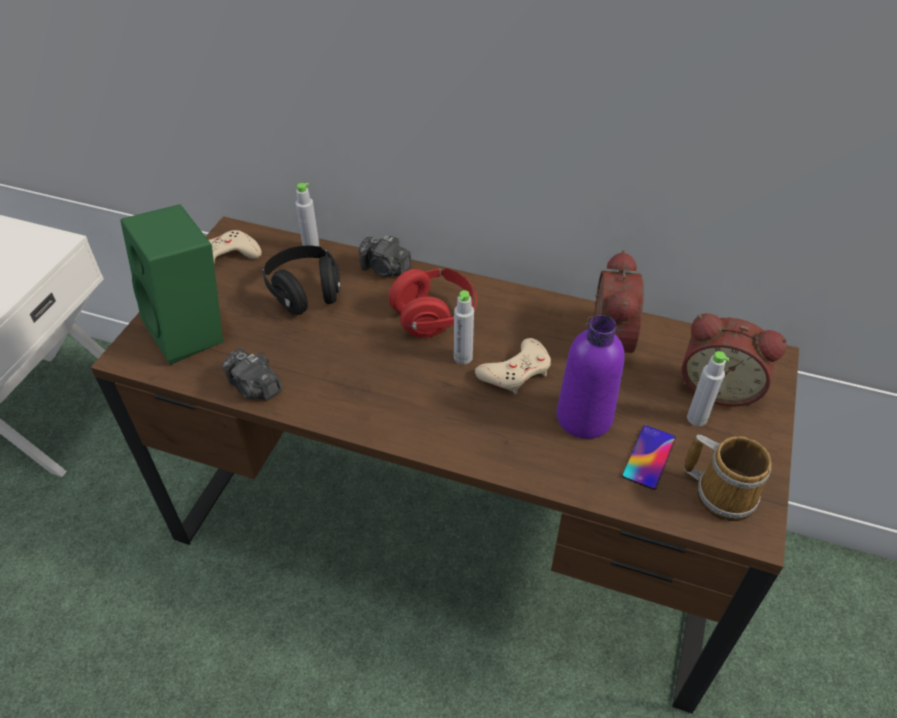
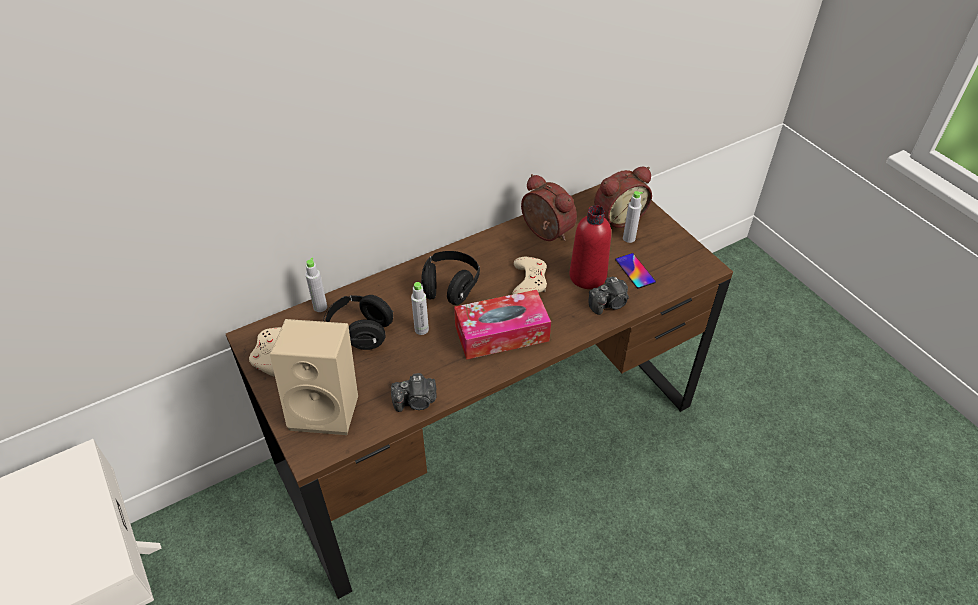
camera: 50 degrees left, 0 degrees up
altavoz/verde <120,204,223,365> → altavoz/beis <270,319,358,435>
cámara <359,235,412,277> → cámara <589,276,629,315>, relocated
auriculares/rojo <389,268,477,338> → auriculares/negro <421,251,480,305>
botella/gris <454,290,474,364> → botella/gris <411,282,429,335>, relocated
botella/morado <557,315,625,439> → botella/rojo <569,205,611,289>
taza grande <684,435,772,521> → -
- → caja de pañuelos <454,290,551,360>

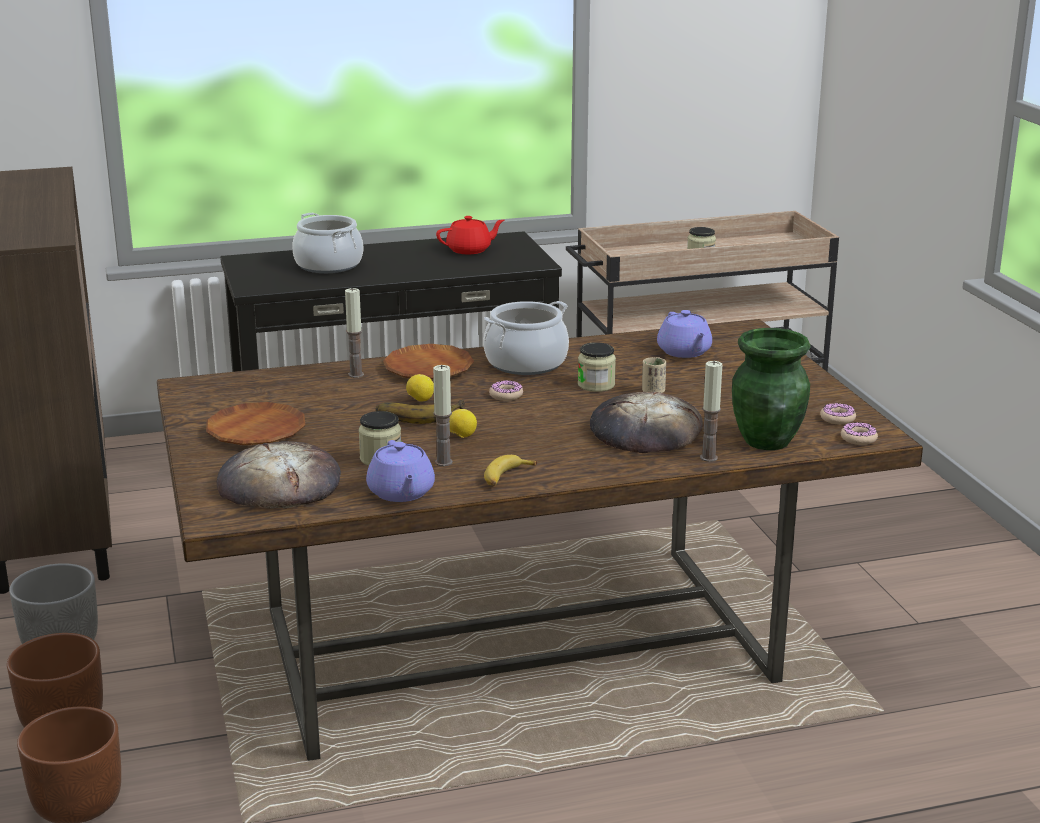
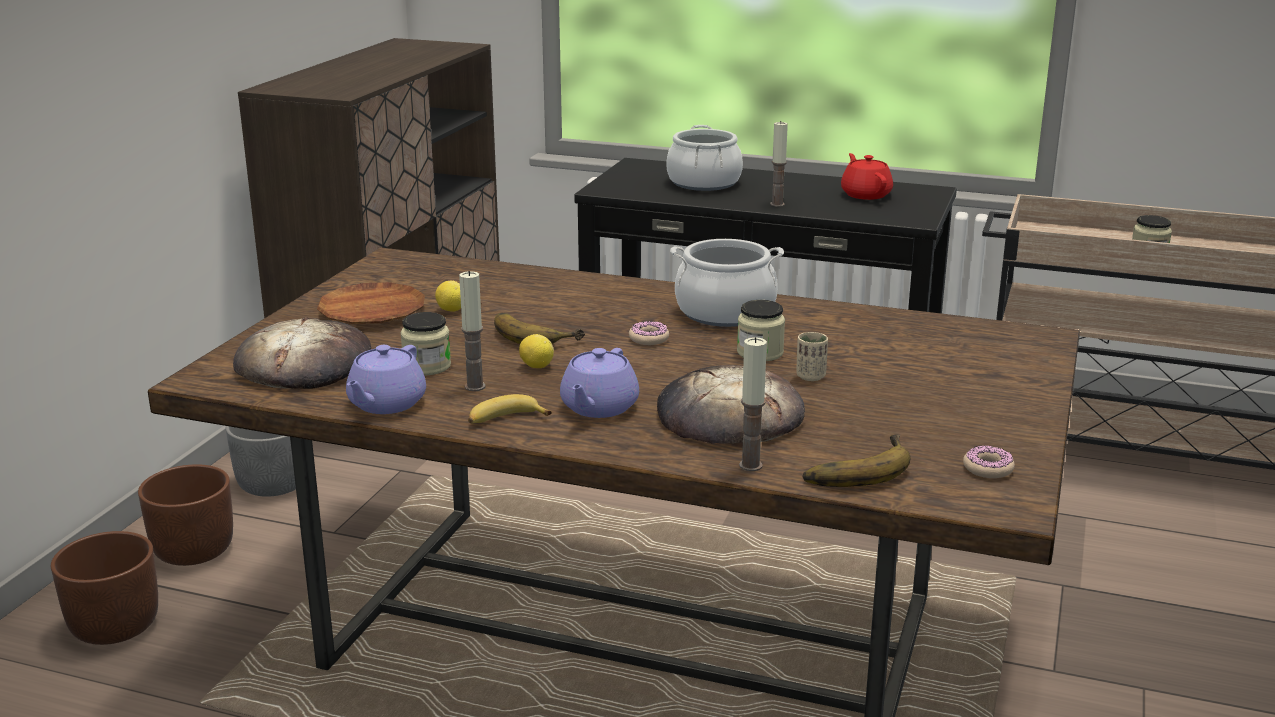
camera: 35 degrees right, 0 degrees up
vela <345,288,364,378> → vela <770,121,788,207>, relocated
plato/marrón <383,344,474,380> → -
limón <406,374,434,402> → limón <435,281,461,312>, relocated
tetera/rojo <436,216,504,254> → tetera/rojo <841,153,893,200>, 120 degrees counterclockwise
tetera/morado <657,310,712,358> → tetera/morado <560,348,639,418>, relocated
florero/verde <732,328,811,450> → plátano <802,434,911,487>
rosquilla <841,422,878,445> → -

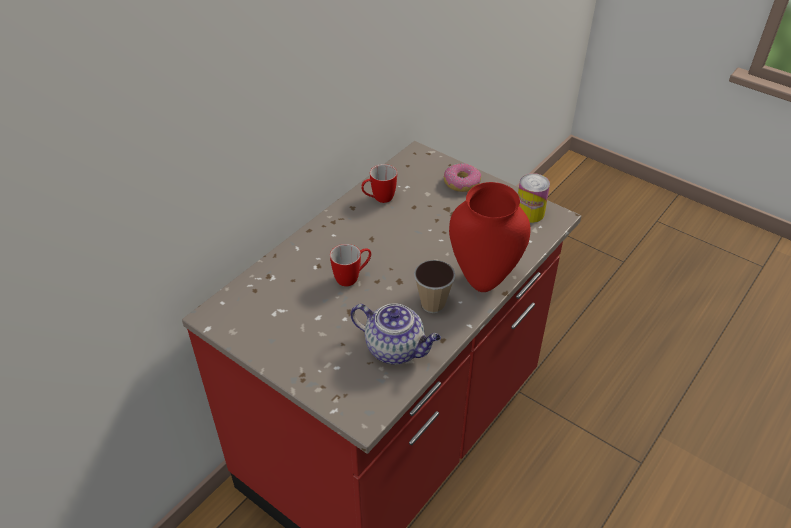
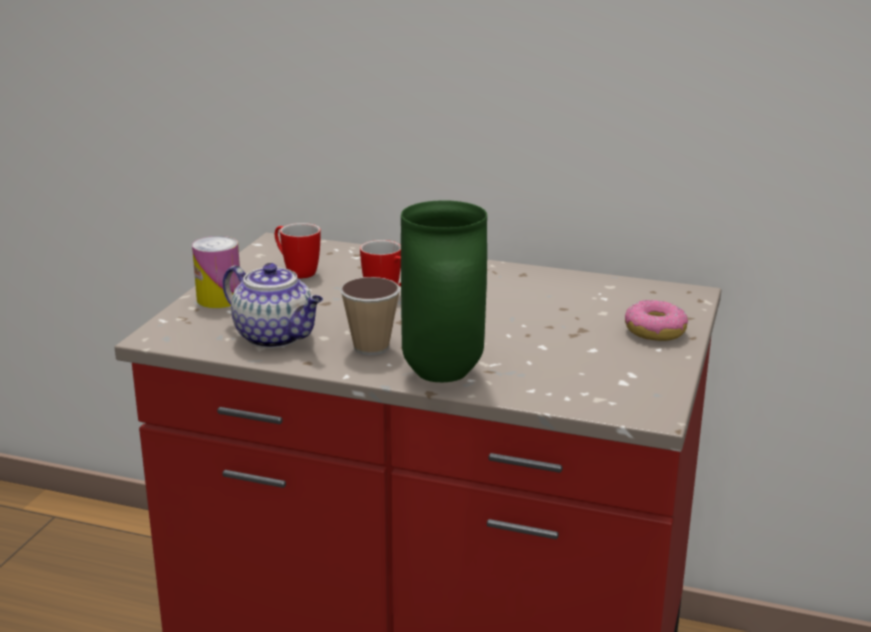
camera: 70 degrees right, 20 degrees down
tetera <351,303,441,364> → tetera <223,263,323,348>, 60 degrees counterclockwise
taza grande <361,164,397,203> → taza grande <275,223,321,278>, relocated
florero/rojo <449,182,531,292> → florero/verde <401,201,487,382>
lata <518,173,550,223> → lata <192,236,240,308>, relocated

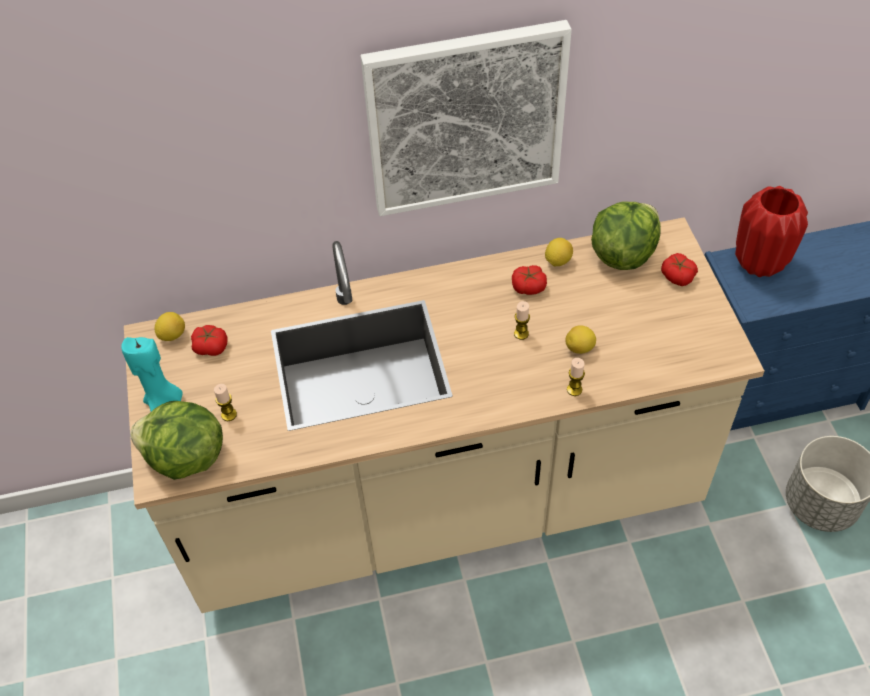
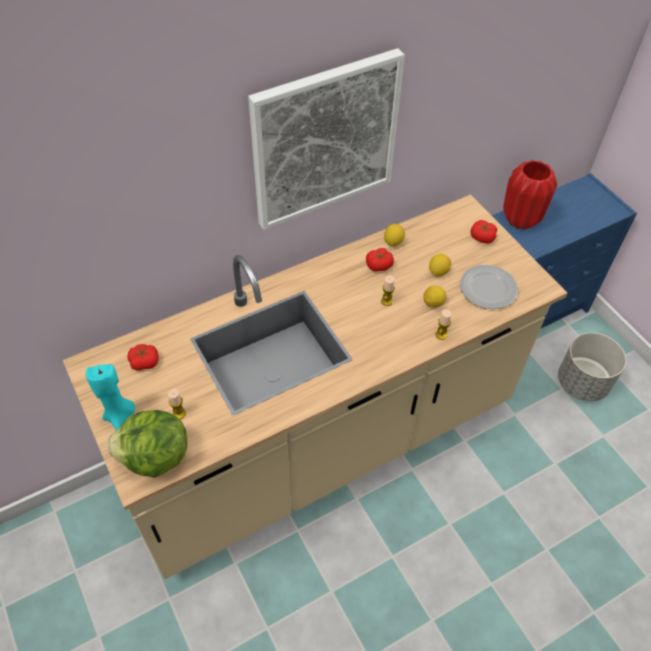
camera: 20 degrees left, 0 degrees up
limón <154,312,185,341> → limón <429,254,451,276>, relocated
lechuga <591,202,661,270> → -
- → plato <460,265,518,309>

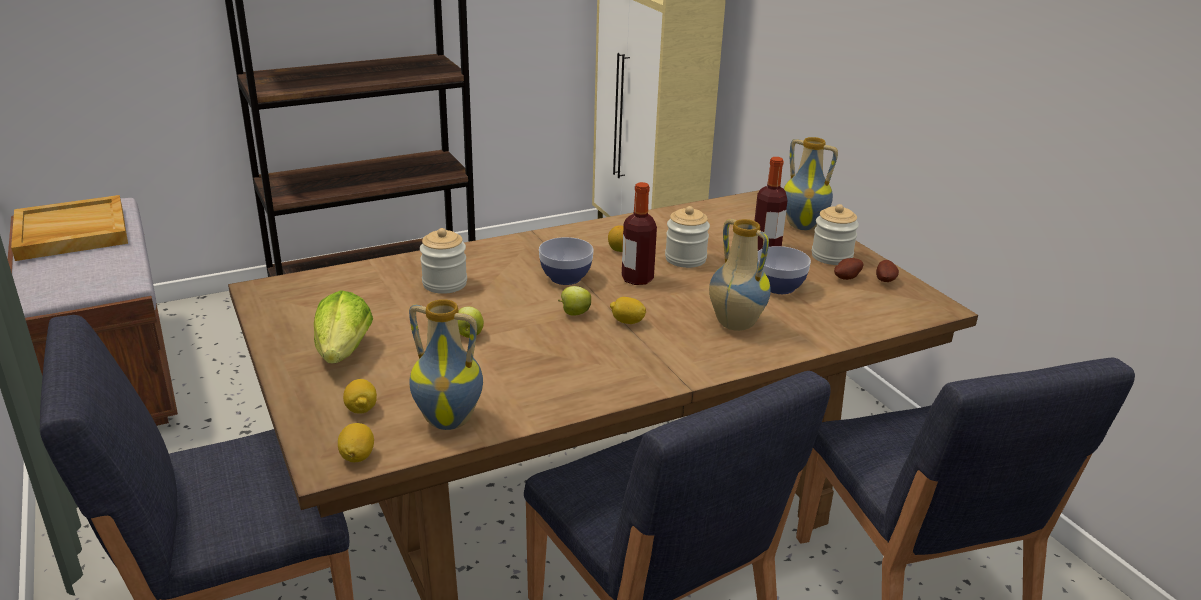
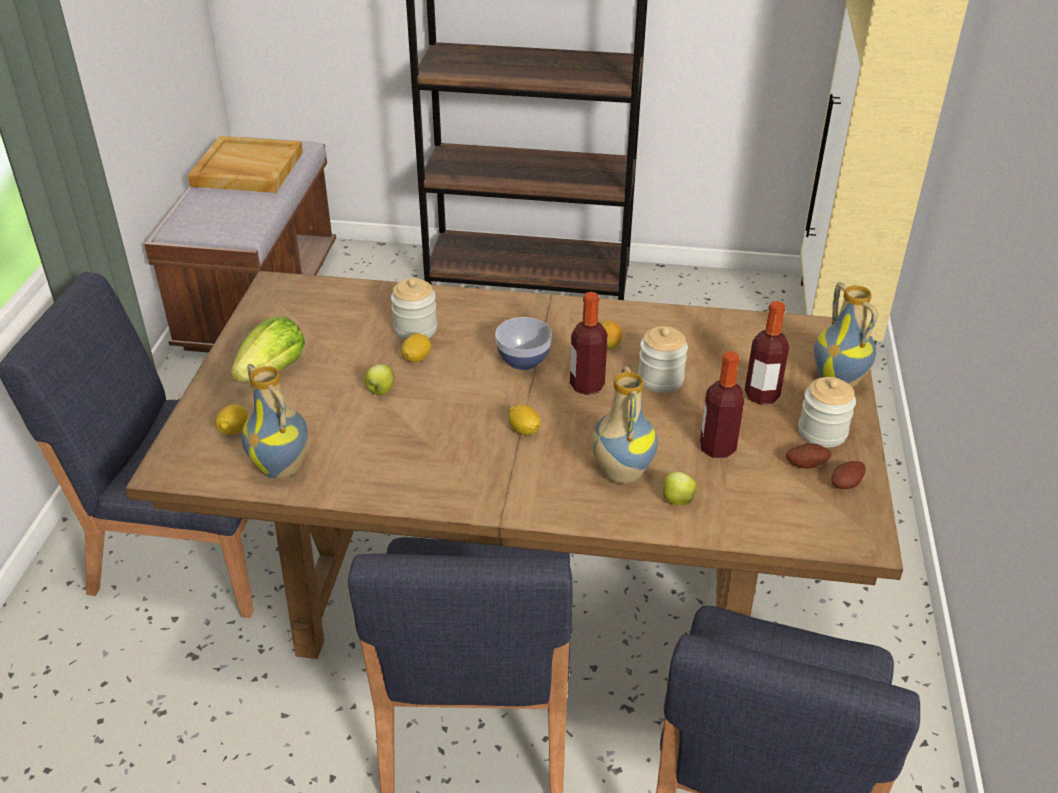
camera: 35 degrees right, 10 degrees up
limón <338,423,374,462> → limón <401,333,431,362>, relocated
manzana <558,286,591,316> → manzana <661,471,698,505>, relocated
cuenco <758,246,811,294> → botella <700,351,744,458>

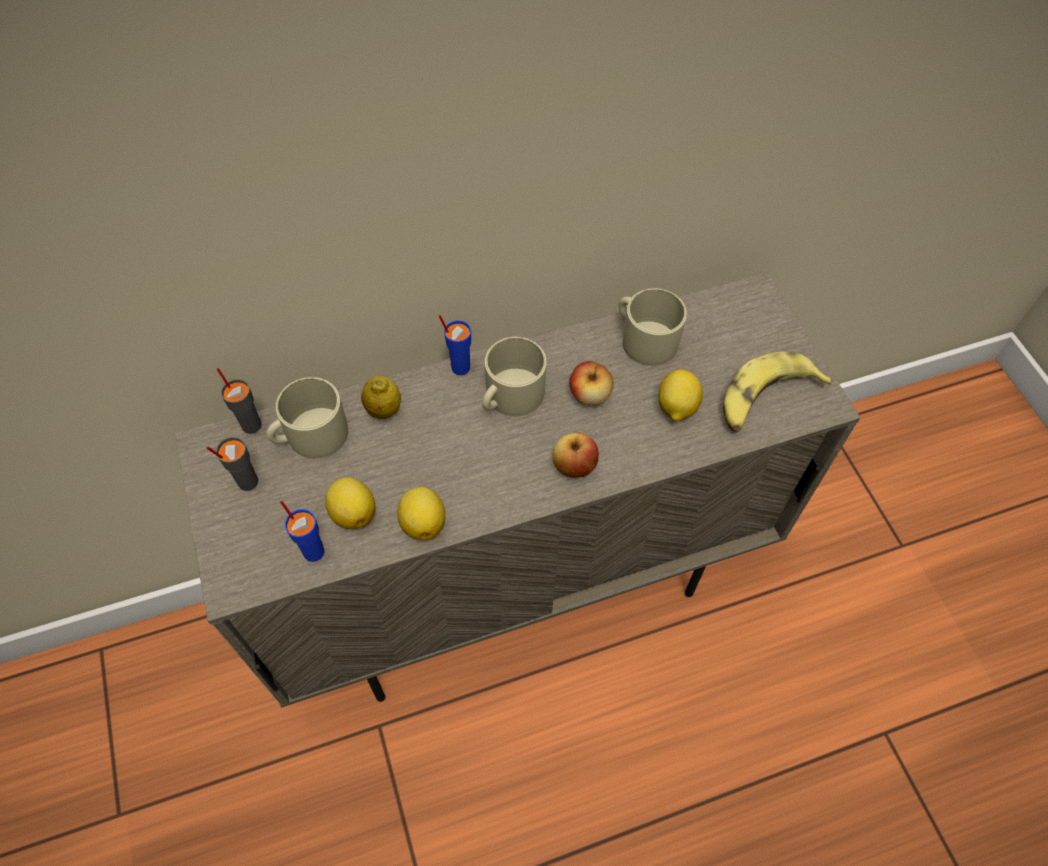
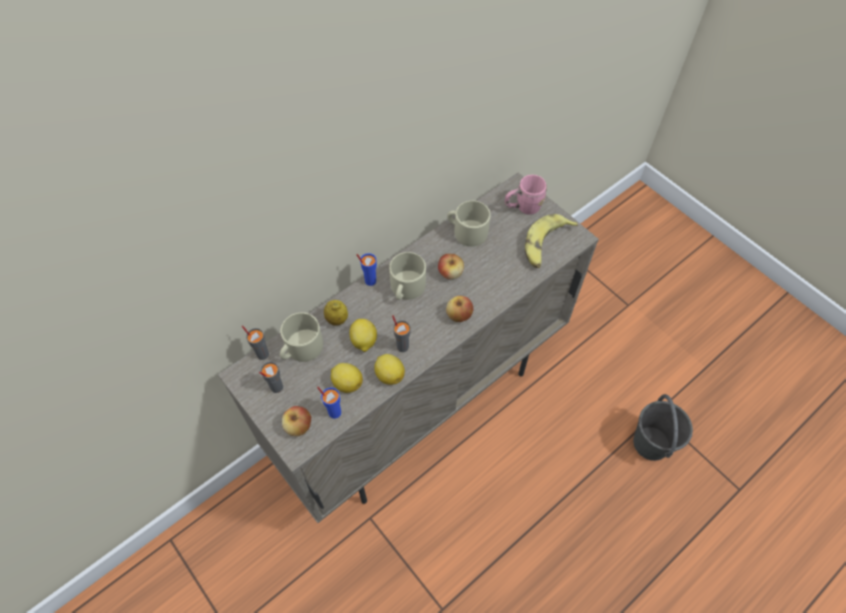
camera: 20 degrees left, 0 degrees up
limón <659,369,703,422> → limón <349,319,377,352>, relocated
- → manzana <282,406,311,436>
- → taza/gris <392,315,411,352>
- → taza grande/rosa <505,175,547,215>
- → cubo/gris <633,394,693,461>

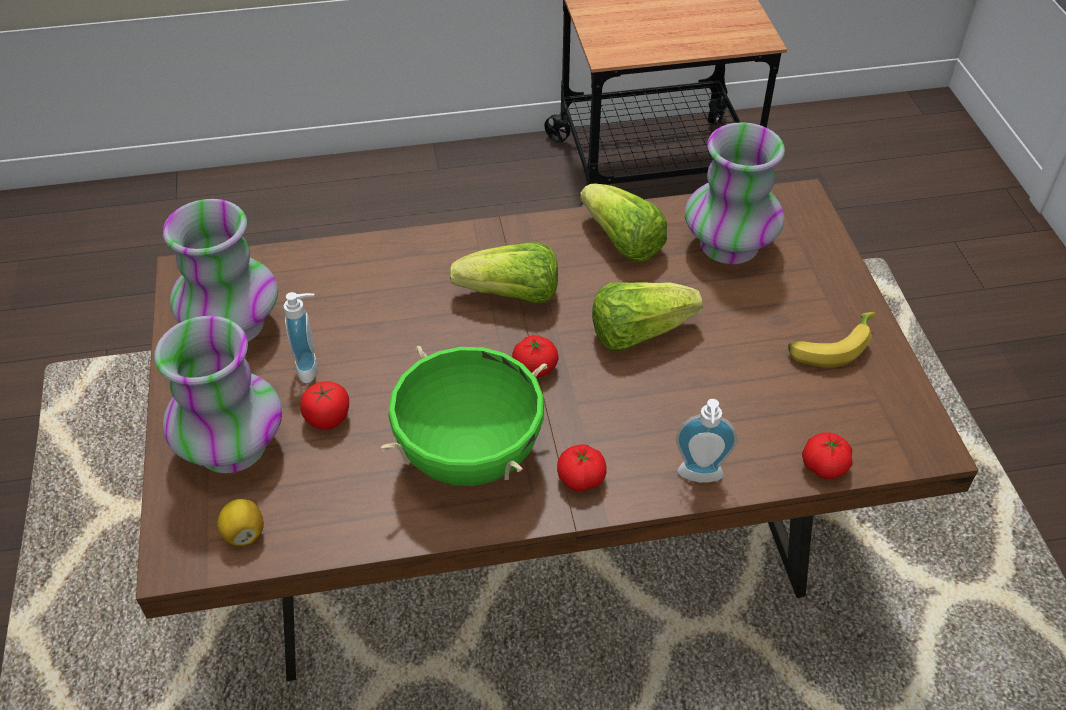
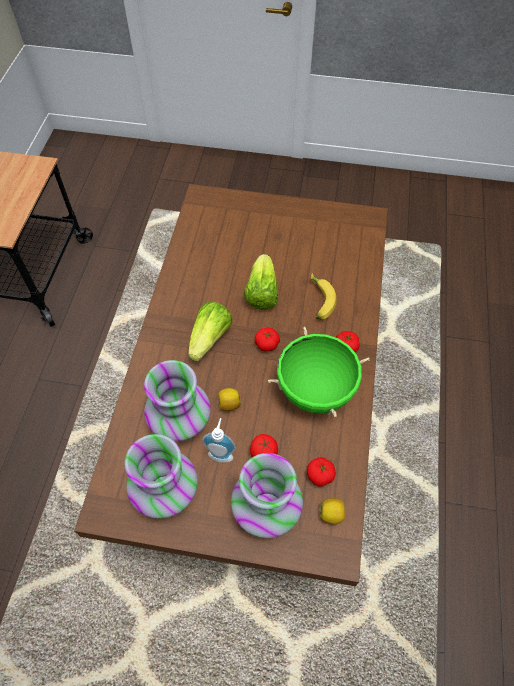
camera: 70 degrees left, 10 degrees up
lechuga <580,184,667,263> → -
dispensador de jabón <676,399,737,483> → -
florero <685,122,785,264> → florero <144,360,211,441>, relocated
plátano <788,312,876,368> → plátano <311,273,337,320>, relocated
tomate <802,432,852,479> → tomate <307,457,336,486>, relocated
- → limón <218,388,241,411>

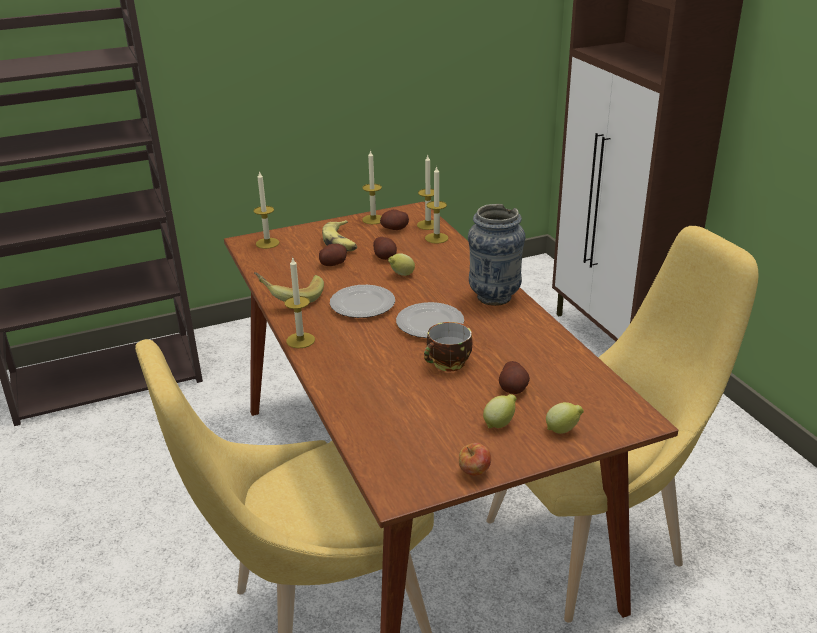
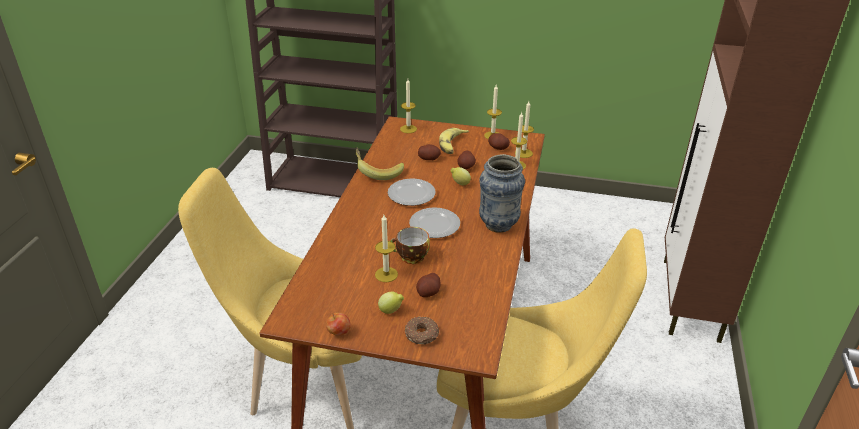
camera: 35 degrees right, 5 degrees up
vela <285,256,315,348> → vela <375,215,398,282>, relocated
limón <546,402,584,434> → rosquilla <405,317,439,345>

